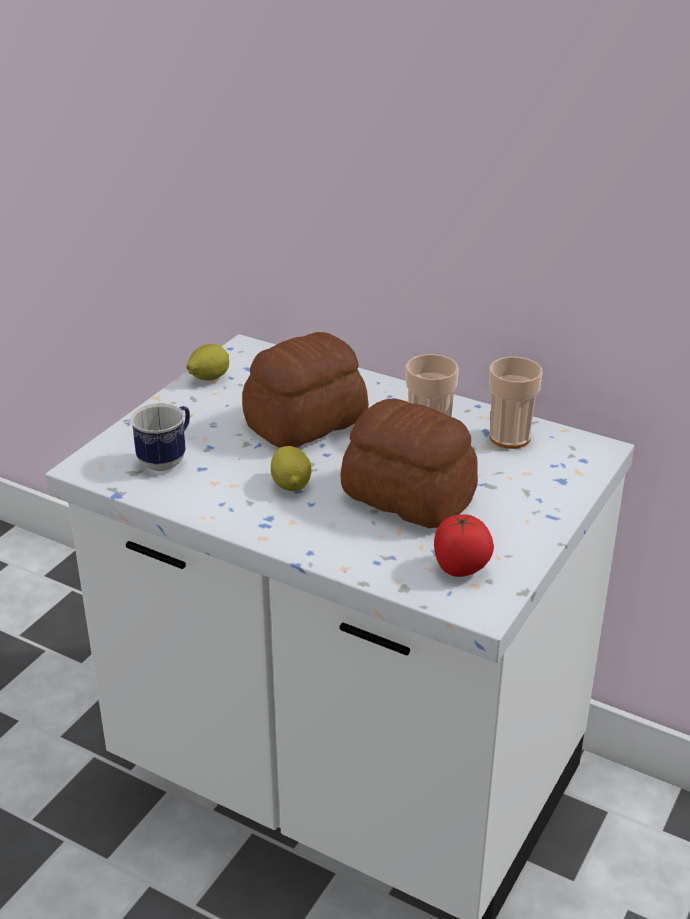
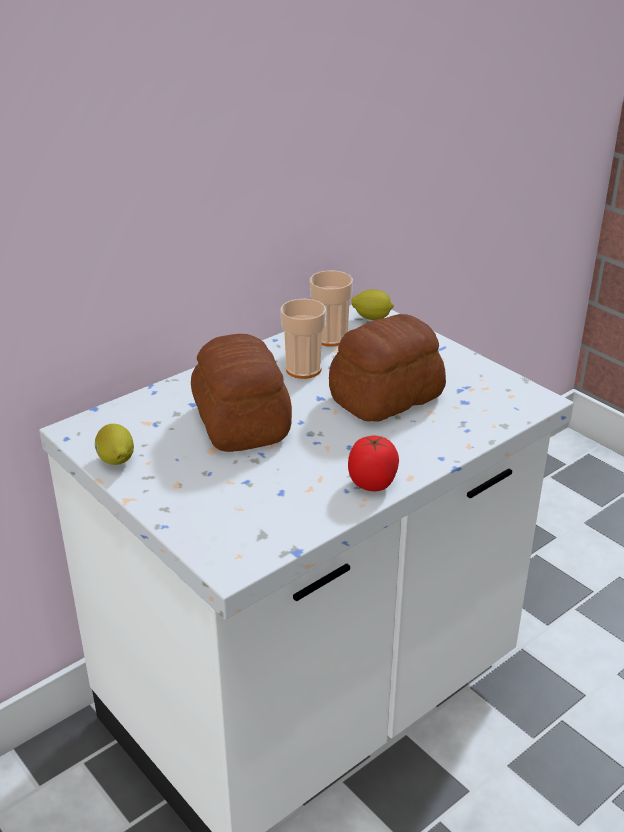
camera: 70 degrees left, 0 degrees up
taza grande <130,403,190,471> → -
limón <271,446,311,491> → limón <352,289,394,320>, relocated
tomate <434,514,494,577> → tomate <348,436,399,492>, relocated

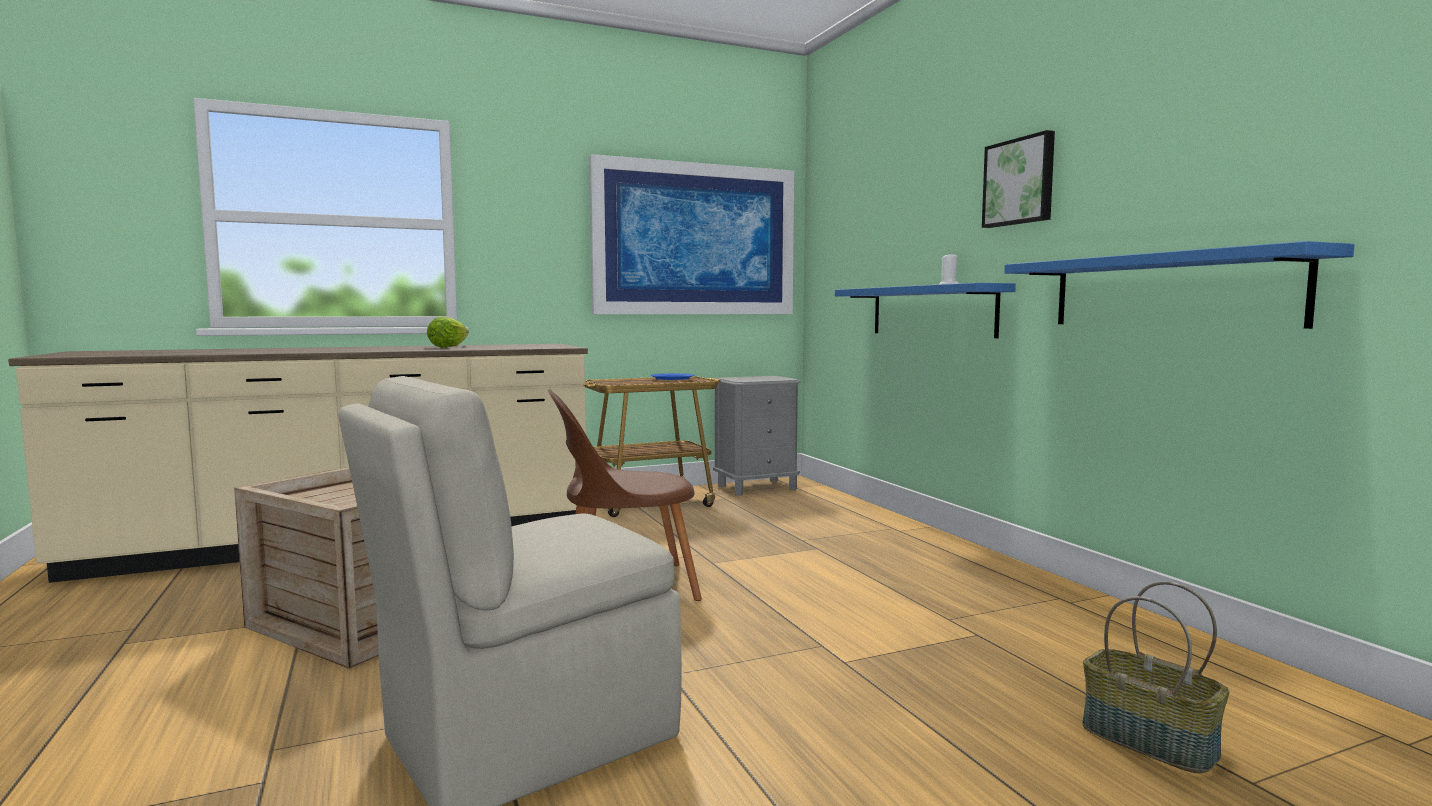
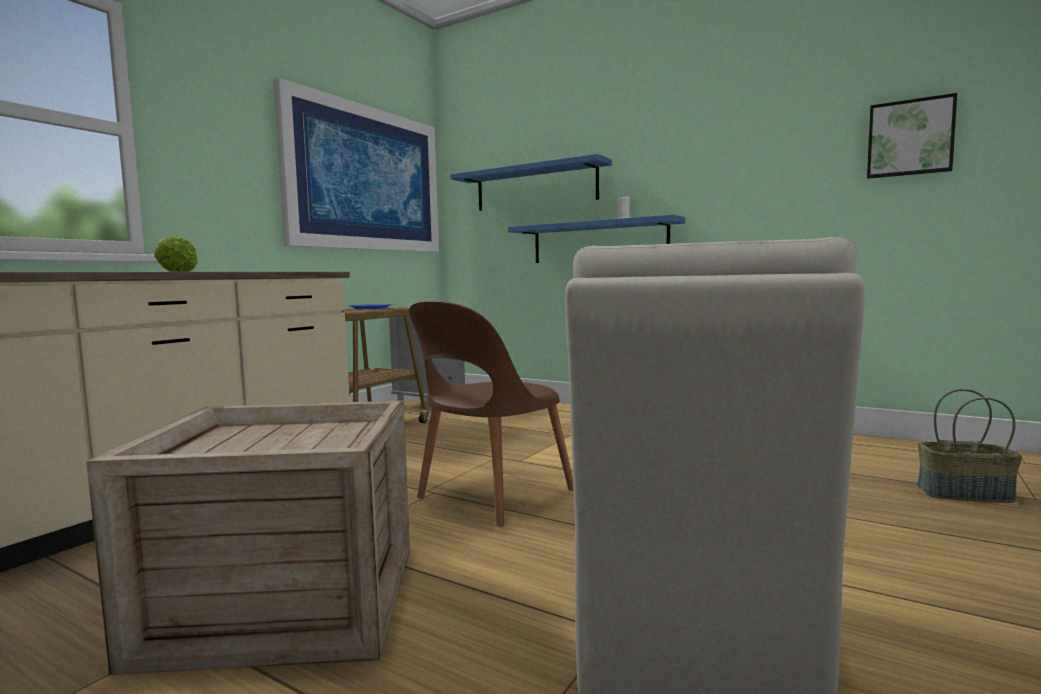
camera: 35 degrees left, 0 degrees up
cuadro <982,130,1055,228> → cuadro <867,93,957,179>, relocated
estante/azul <1004,241,1354,329> → estante/azul <451,154,612,211>, relocated

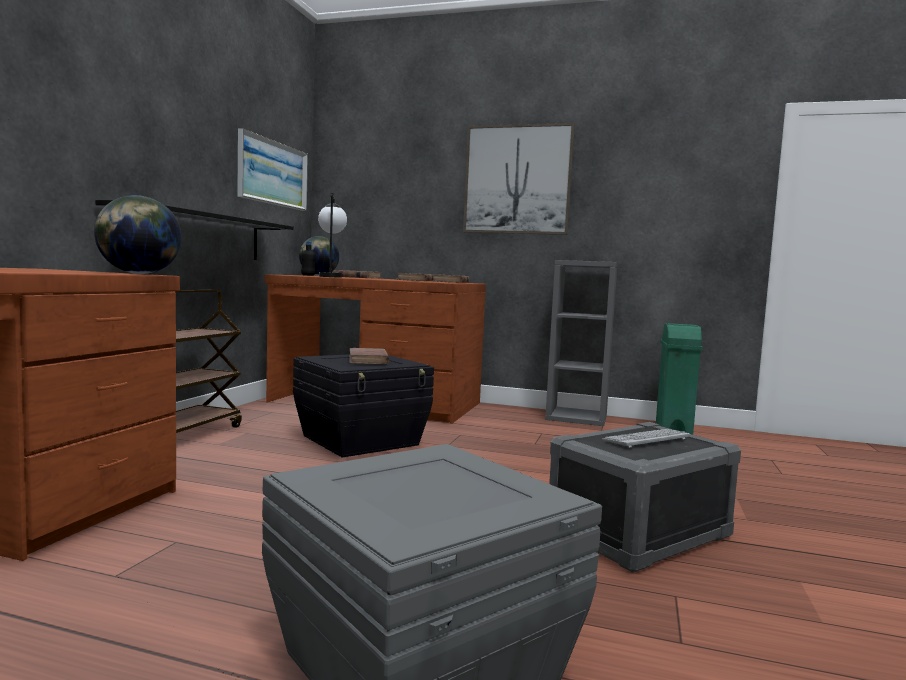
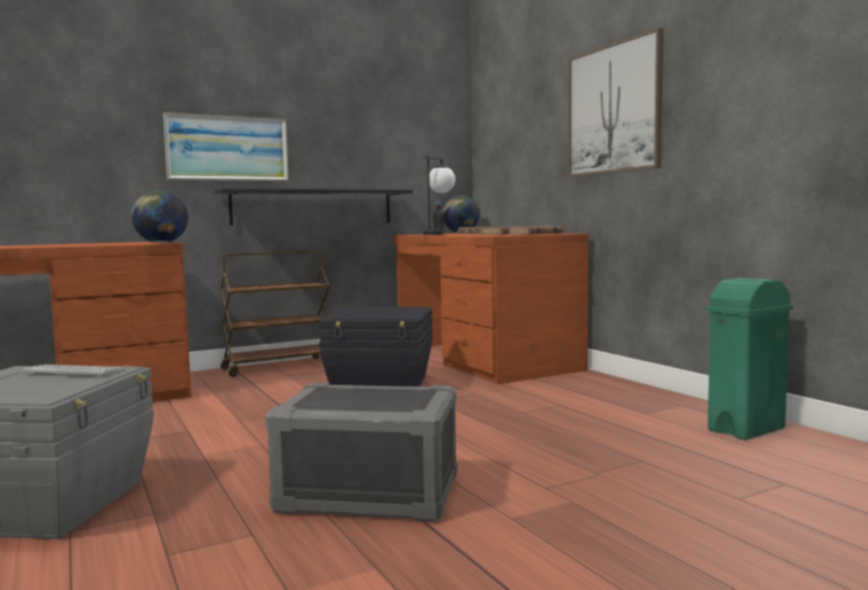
camera: 45 degrees right, 0 degrees up
cuadro <237,128,308,211> → cuadro <163,112,289,181>, relocated
libro/marrón <349,348,390,364> → -
estantería/gris <545,260,617,426> → -
teclado <602,429,690,447> → teclado <23,364,127,377>, relocated

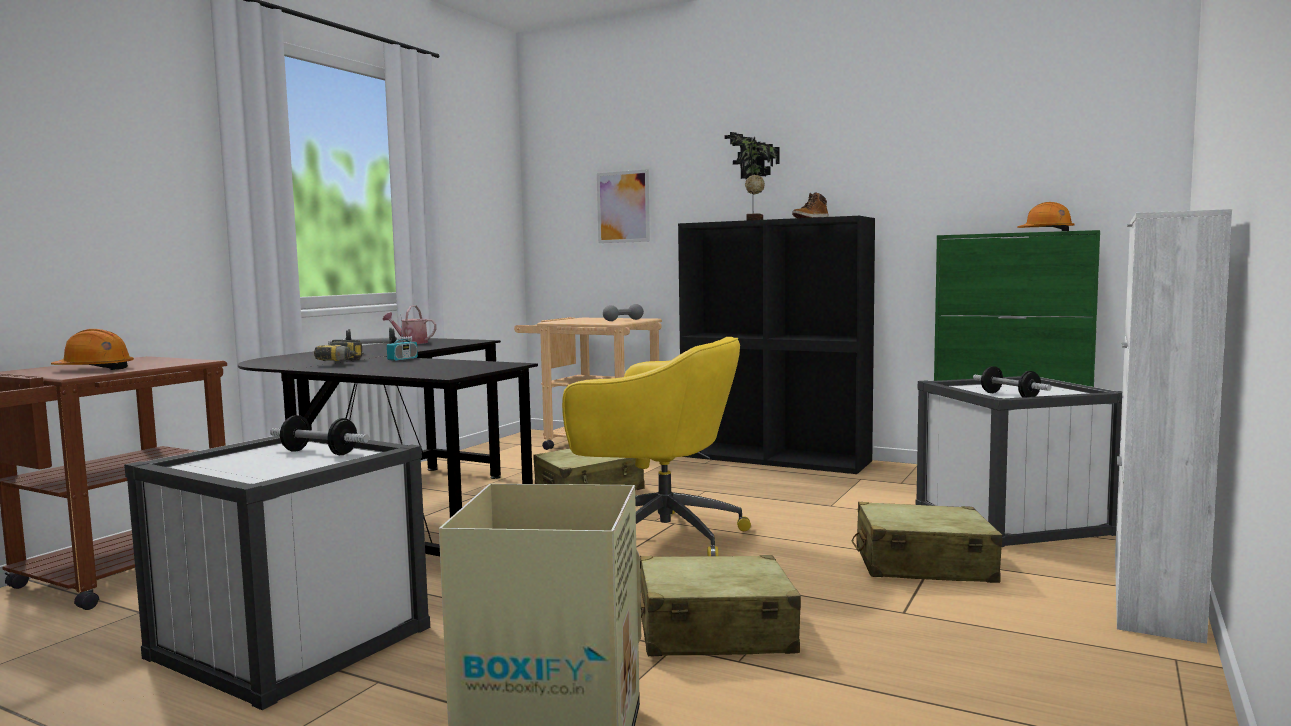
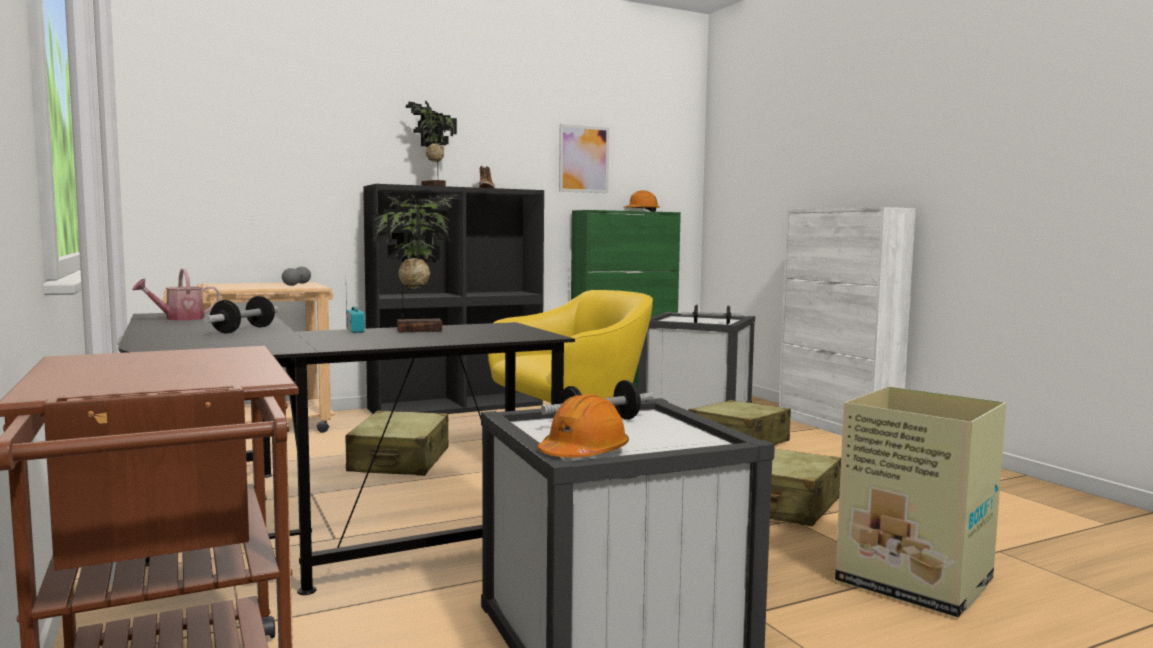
camera: 55 degrees left, 0 degrees up
casco/naranja <51,329,134,370> → casco/naranja <537,394,629,458>, relocated
taladro <314,340,365,361> → -
cuadro <597,169,650,243> → cuadro <559,124,609,193>, relocated
- → planta en maceta <372,193,461,333>

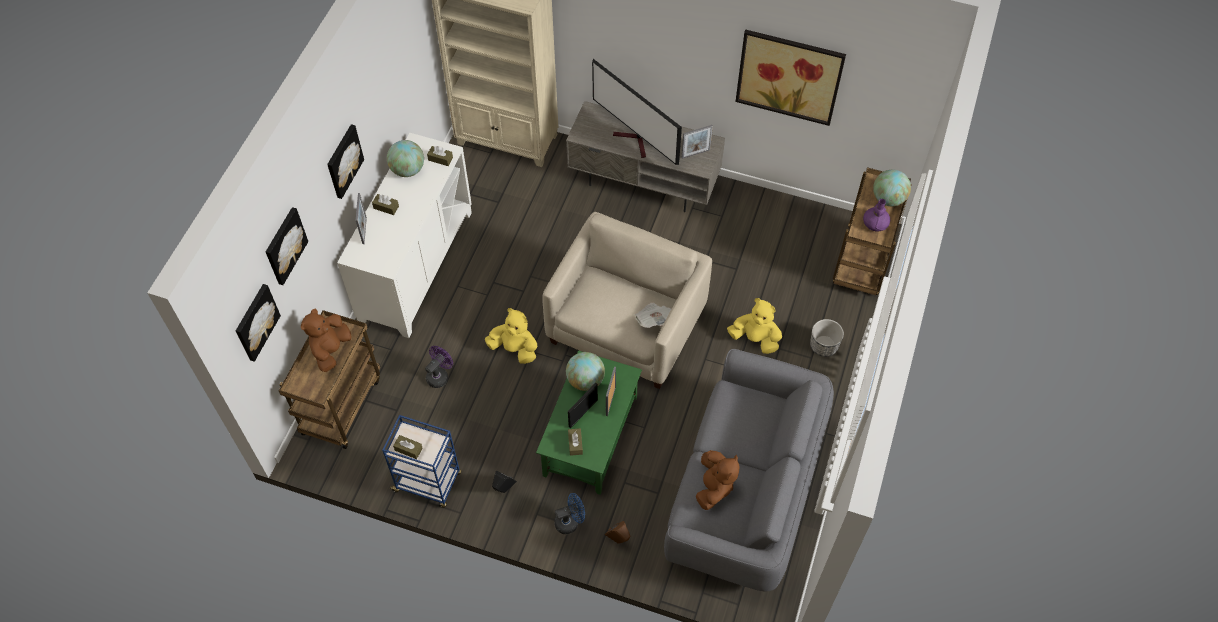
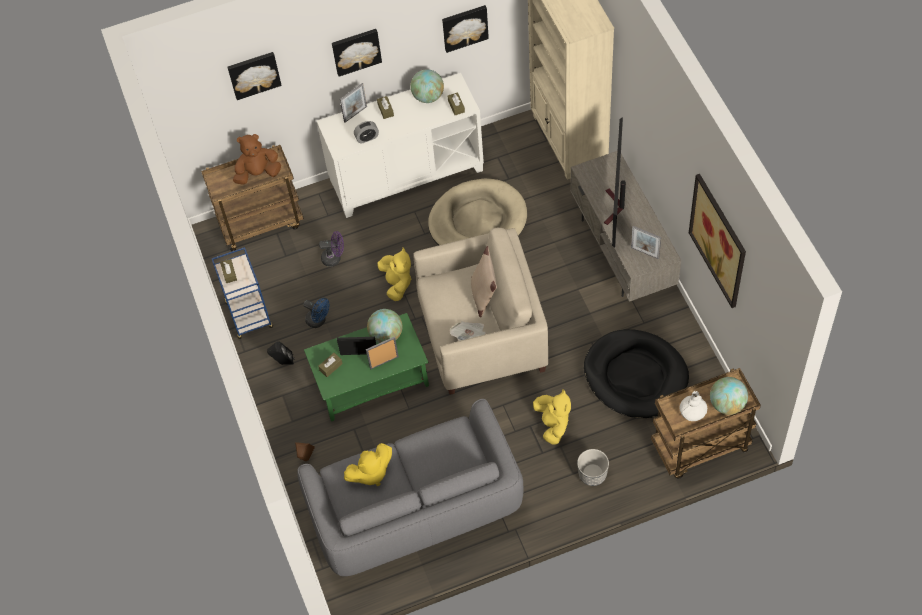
camera: 55 degrees right, 0 degrees up
cuadro <236,284,281,362> → cuadro <442,5,489,53>, relocated
ventilador/azul <554,493,585,534> → ventilador/azul <304,298,330,328>, relocated
peluche/marrón <696,450,740,510> → peluche/amarillo <344,443,392,486>
florero/morado <863,199,890,231> → florero/blanco <680,391,707,421>
- → despertador <354,121,379,144>
- → cama para perro/beis <428,179,527,245>
- → cojín/beis <471,246,497,318>
- → cama para perro/negro <584,329,689,418>

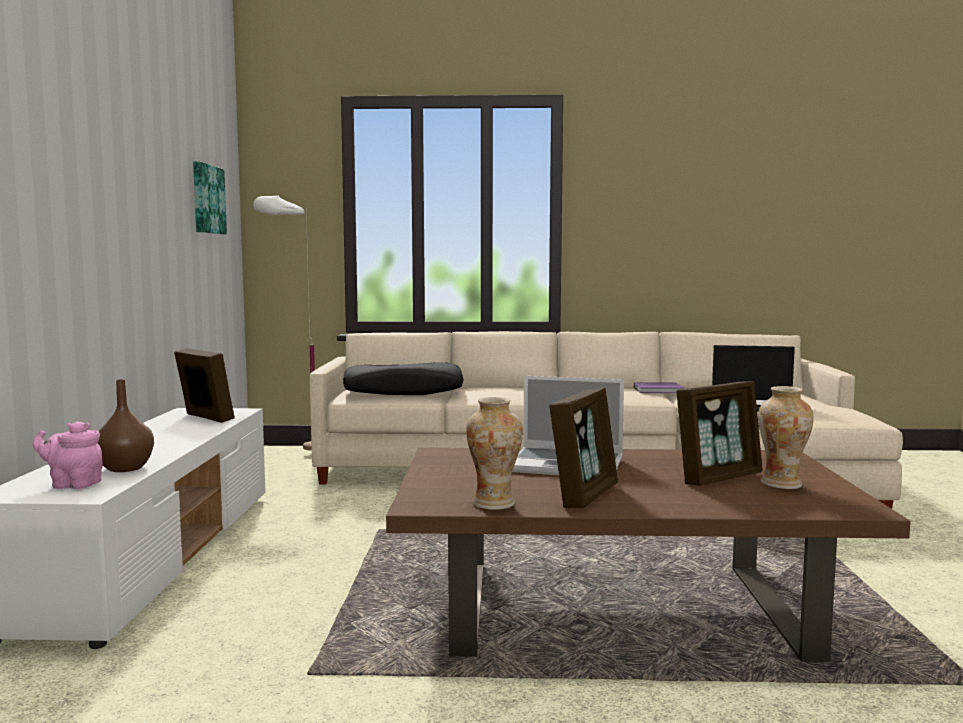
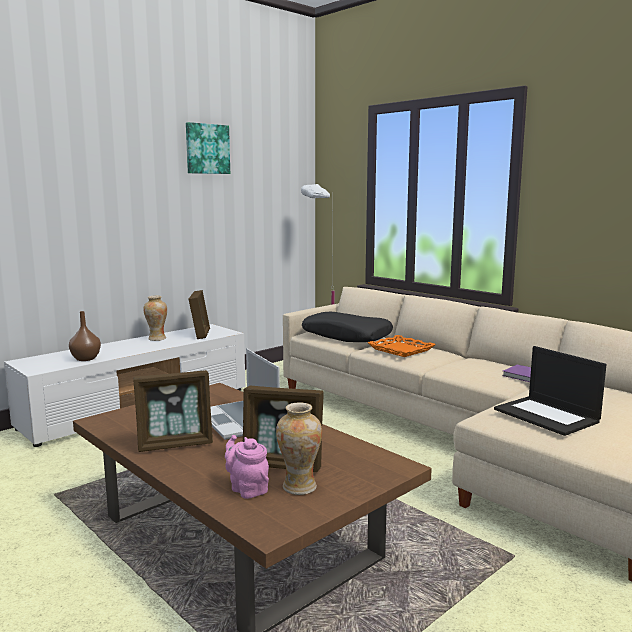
camera: 45 degrees right, 5 degrees up
tetera/rosa <33,421,103,489> → tetera/rosa <225,435,269,499>, relocated
cuadro <193,162,227,234> → cuadro <186,122,230,174>, relocated
florero <466,397,523,510> → florero <144,296,167,341>, relocated
- → bandeja/naranja <368,335,436,357>

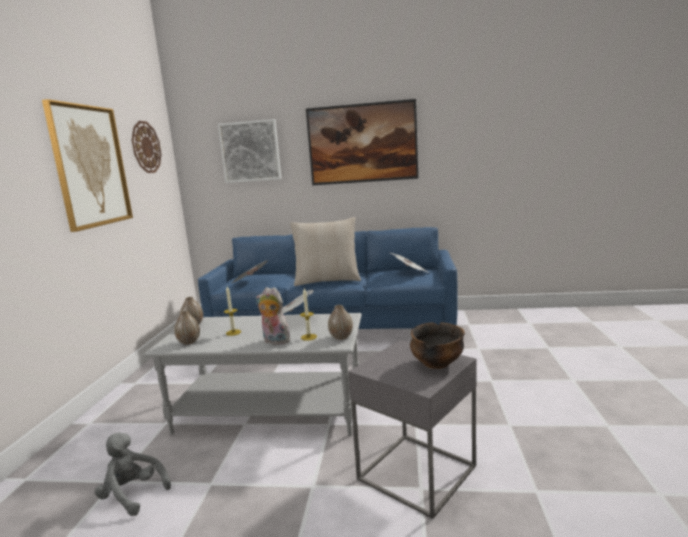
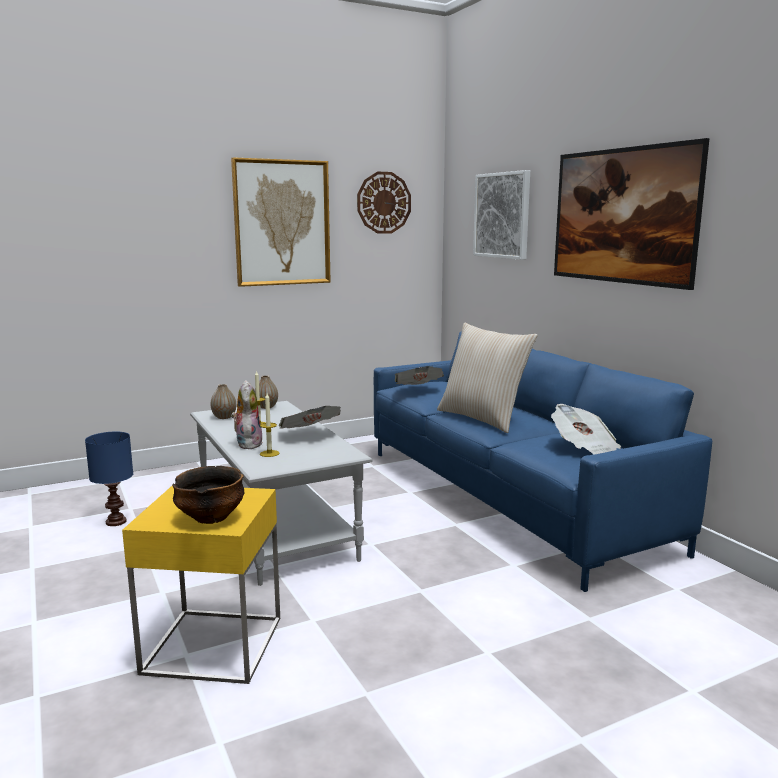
camera: 55 degrees right, 0 degrees up
peluche/gris <95,432,171,516> → lámpara de mesa/azul <85,432,133,526>
florero <328,305,353,340> → -
mesa auxiliar/gris <348,340,477,519> → mesa auxiliar/amarillo <122,486,280,684>

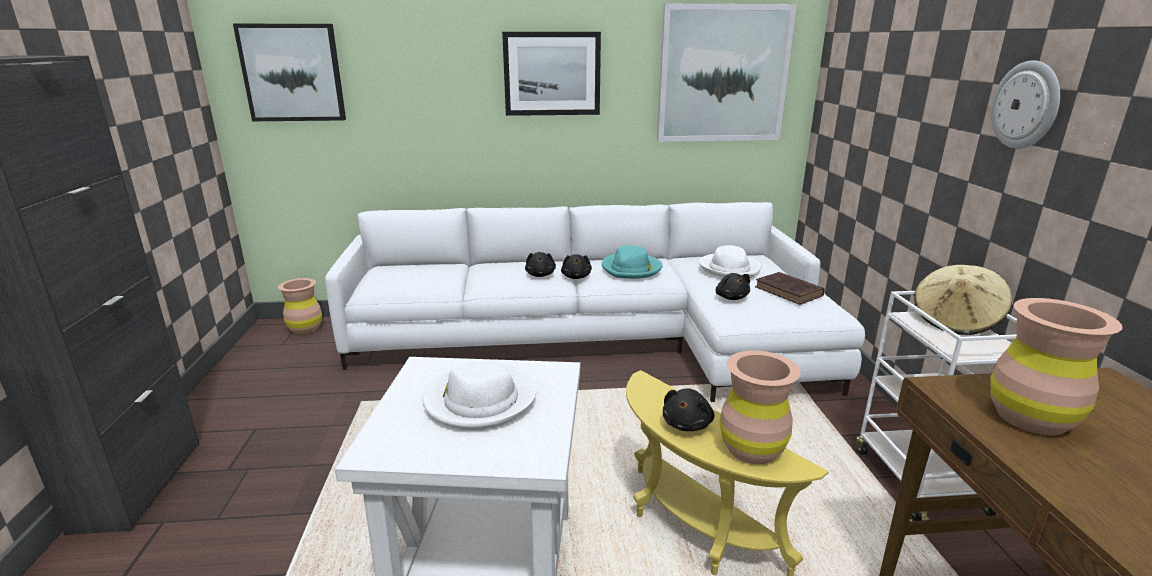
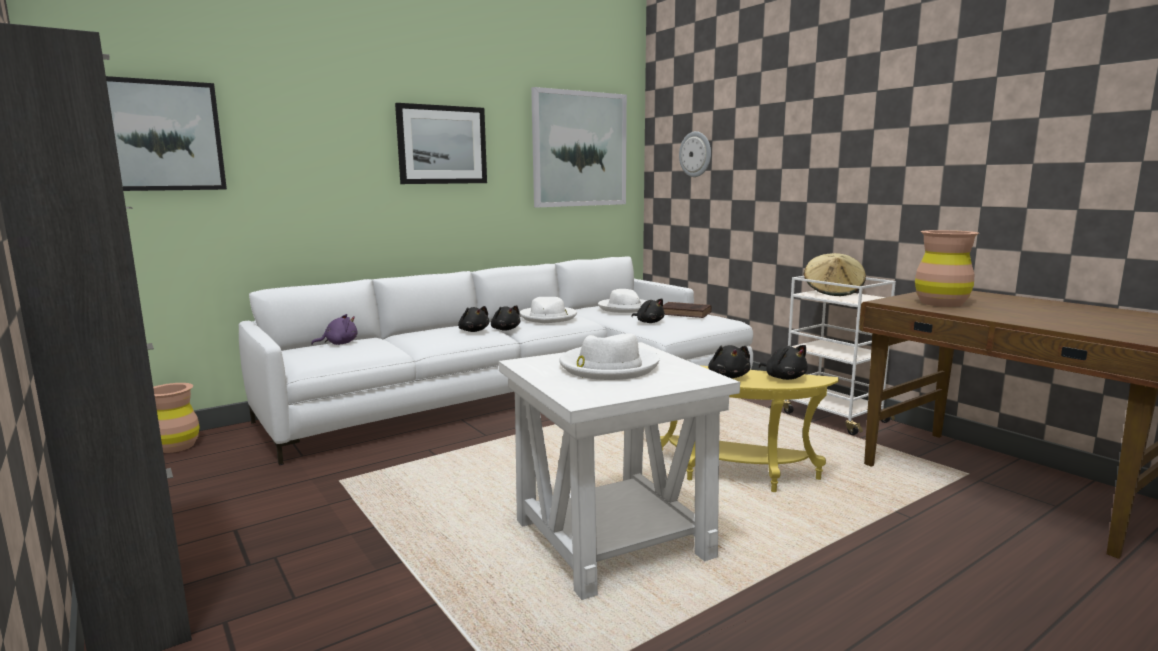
camera: 30 degrees left, 10 degrees down
sombrero/turquesa <602,245,663,279> → sombrero/blanco <520,297,577,323>
florero/marrón <720,350,800,464> → peluche/negro <759,345,808,380>
reloj de pared <991,60,1060,149> → reloj de pared <679,131,711,177>, relocated
- → peluche/morado <311,314,357,345>

